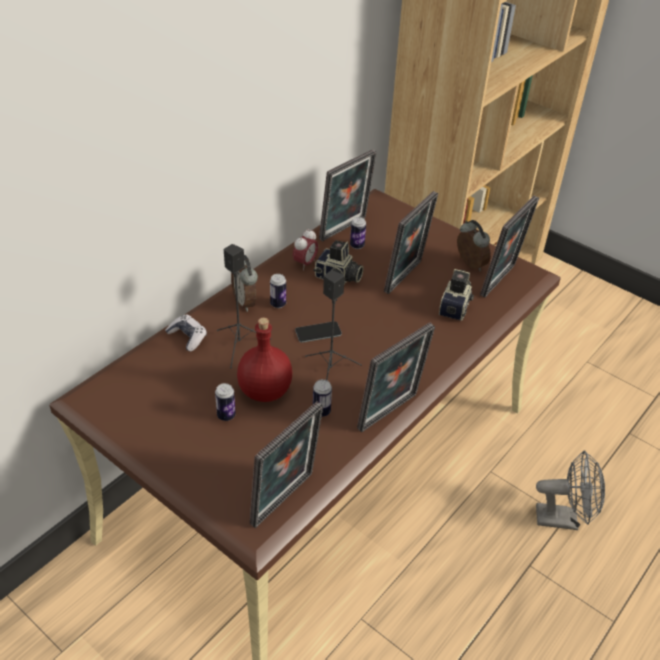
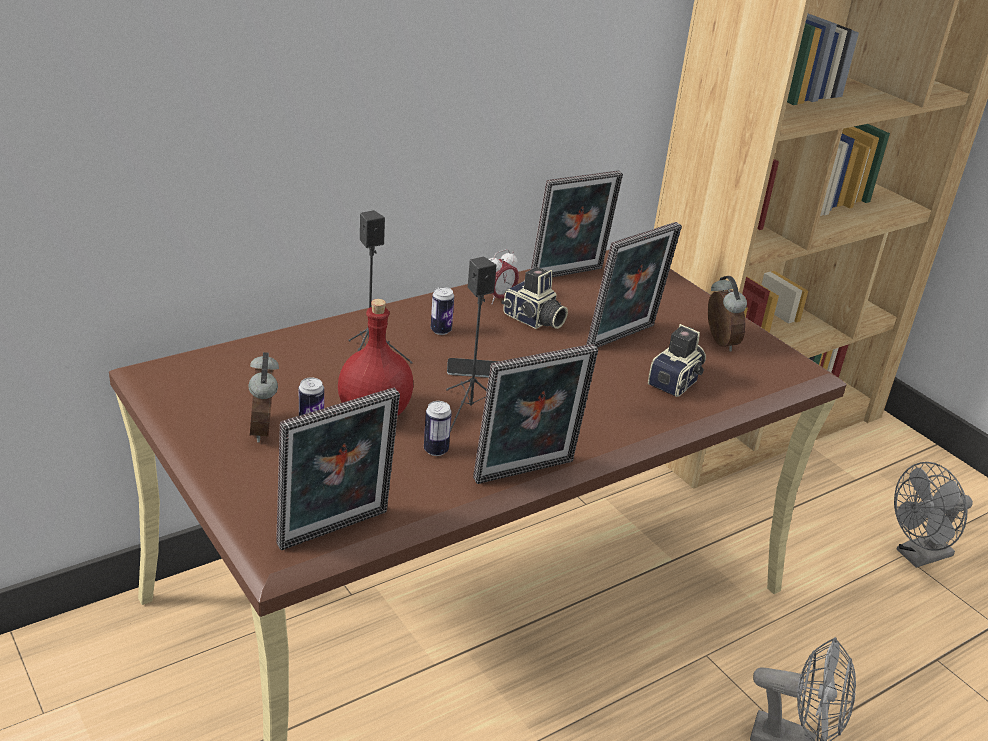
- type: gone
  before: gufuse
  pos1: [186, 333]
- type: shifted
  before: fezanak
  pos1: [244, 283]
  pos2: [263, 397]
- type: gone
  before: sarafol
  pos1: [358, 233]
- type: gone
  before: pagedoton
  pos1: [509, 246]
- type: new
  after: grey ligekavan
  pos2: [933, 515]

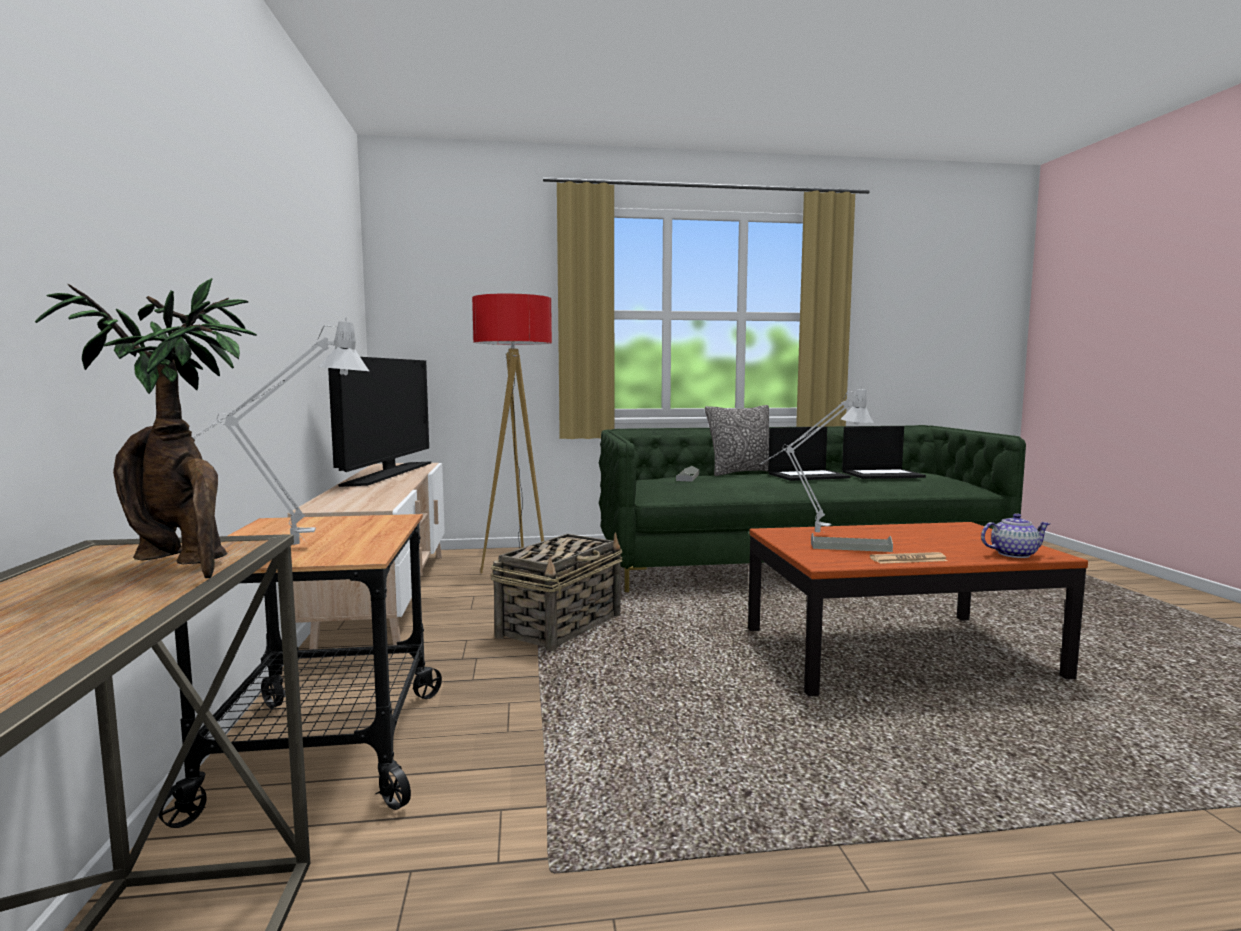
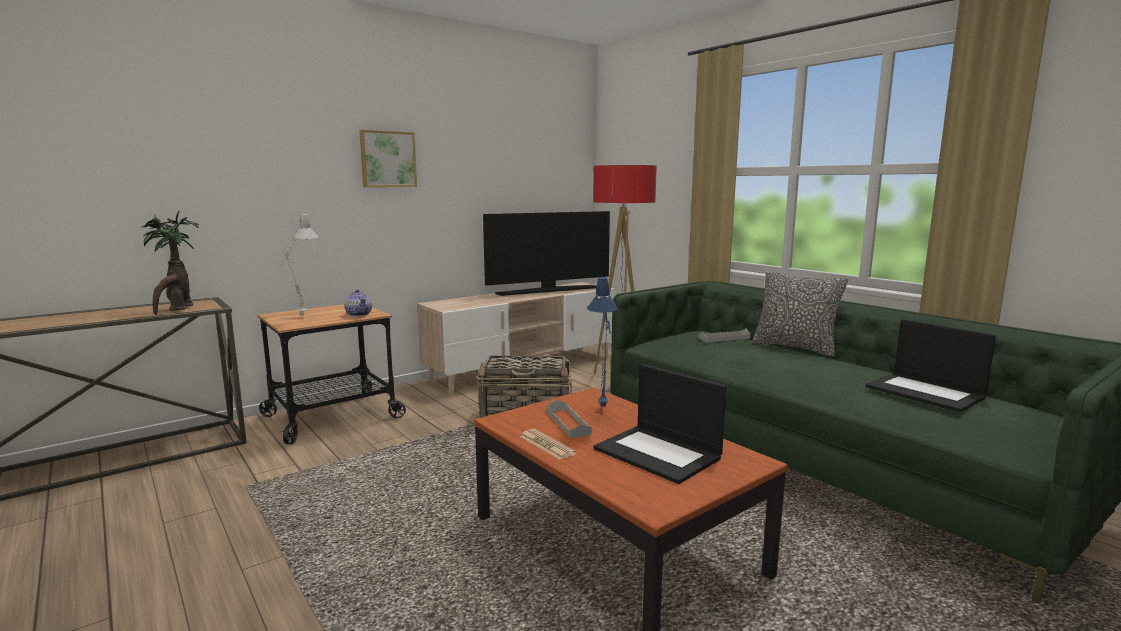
- type: repainted
  before: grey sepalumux
  after: blue sepalumux
  pos1: [817, 459]
  pos2: [602, 341]
- type: shifted
  before: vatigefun
  pos1: [809, 453]
  pos2: [660, 424]
- type: shifted
  before: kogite
  pos1: [1015, 535]
  pos2: [358, 303]
- type: new
  after: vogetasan
  pos2: [388, 158]

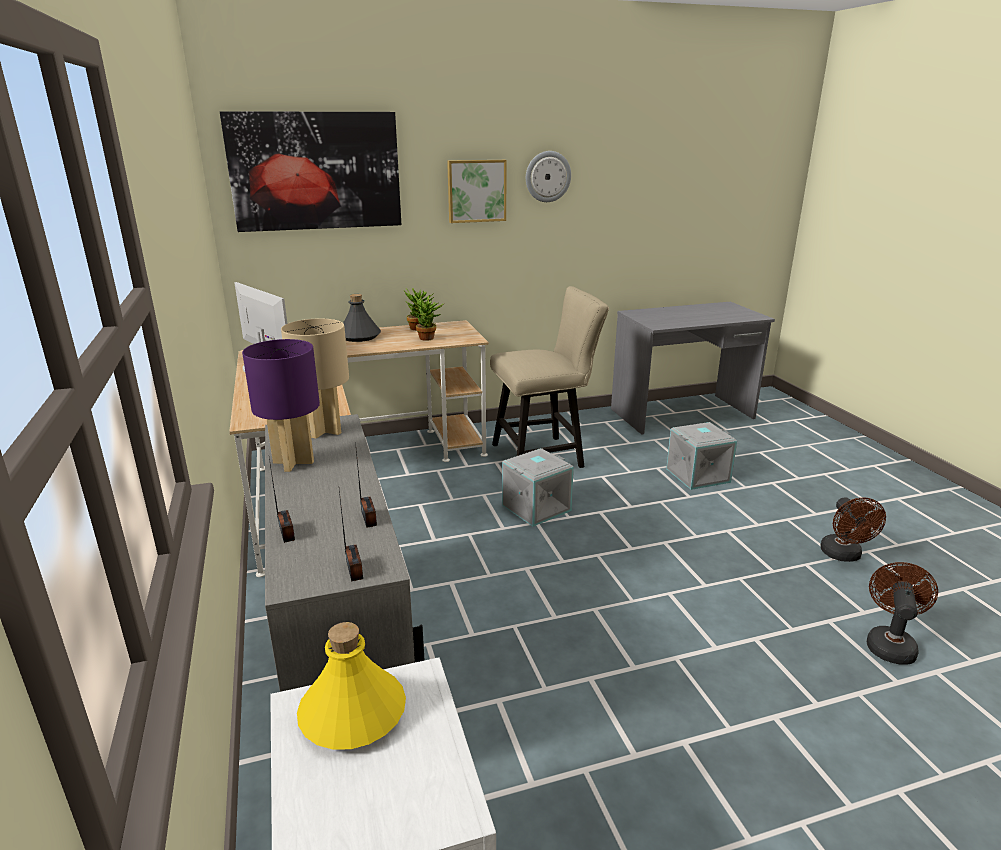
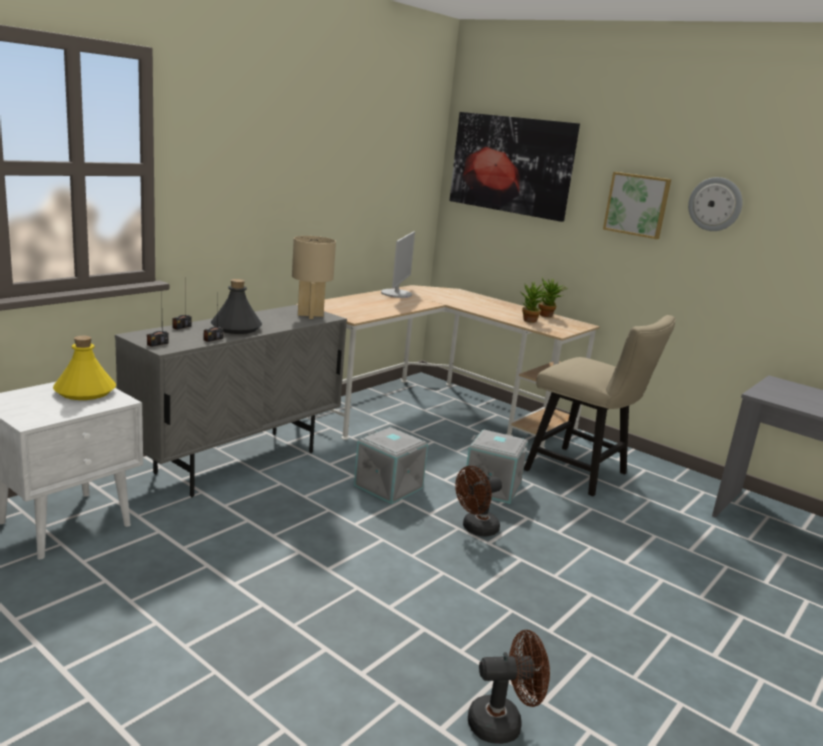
- type: gone
  before: purple sepalumux
  pos1: [281, 405]
- type: shifted
  before: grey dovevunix
  pos1: [362, 318]
  pos2: [236, 306]
- type: shifted
  before: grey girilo
  pos1: [701, 456]
  pos2: [391, 465]
- type: shifted
  before: brown ligekavan
  pos1: [853, 529]
  pos2: [478, 501]

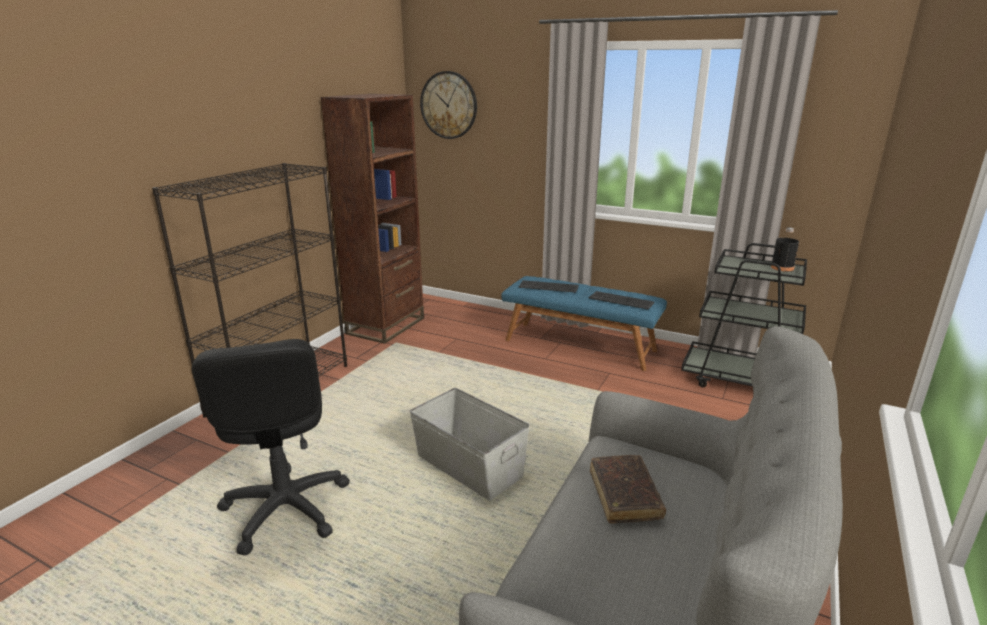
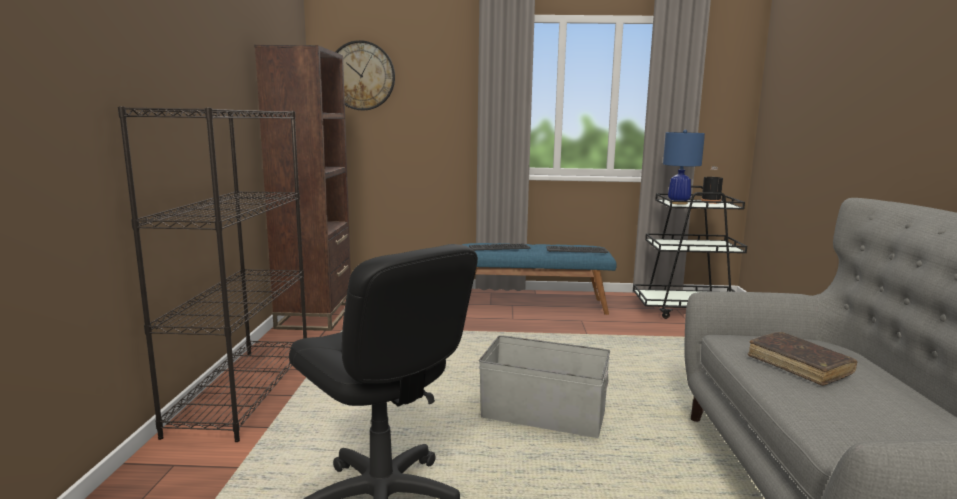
- type: new
  after: blue sepalumux
  pos2: [684, 167]

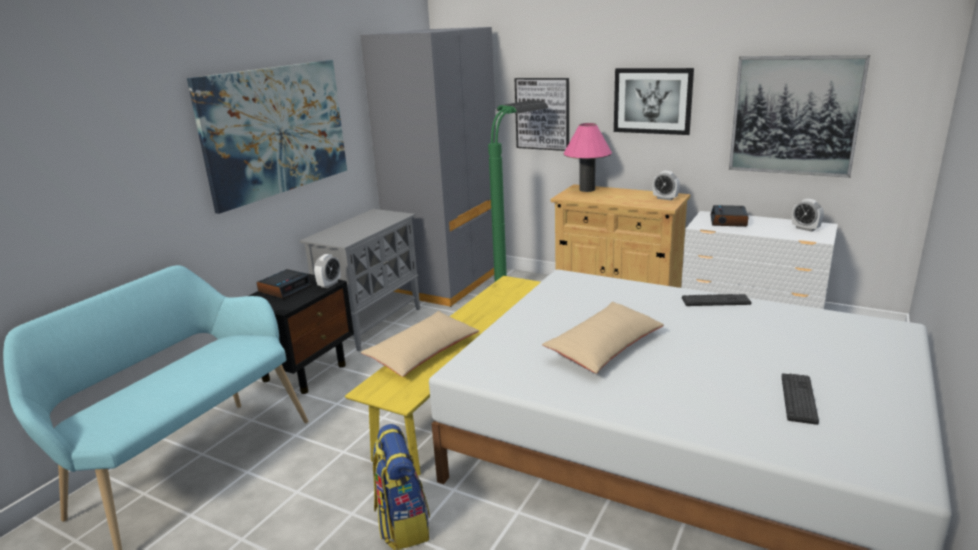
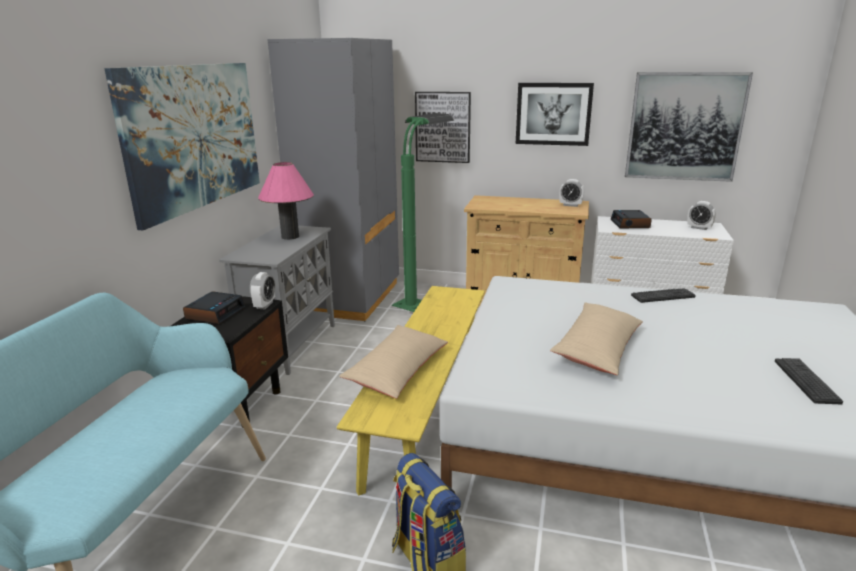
- type: shifted
  before: pink sepalumux
  pos1: [587, 157]
  pos2: [286, 201]

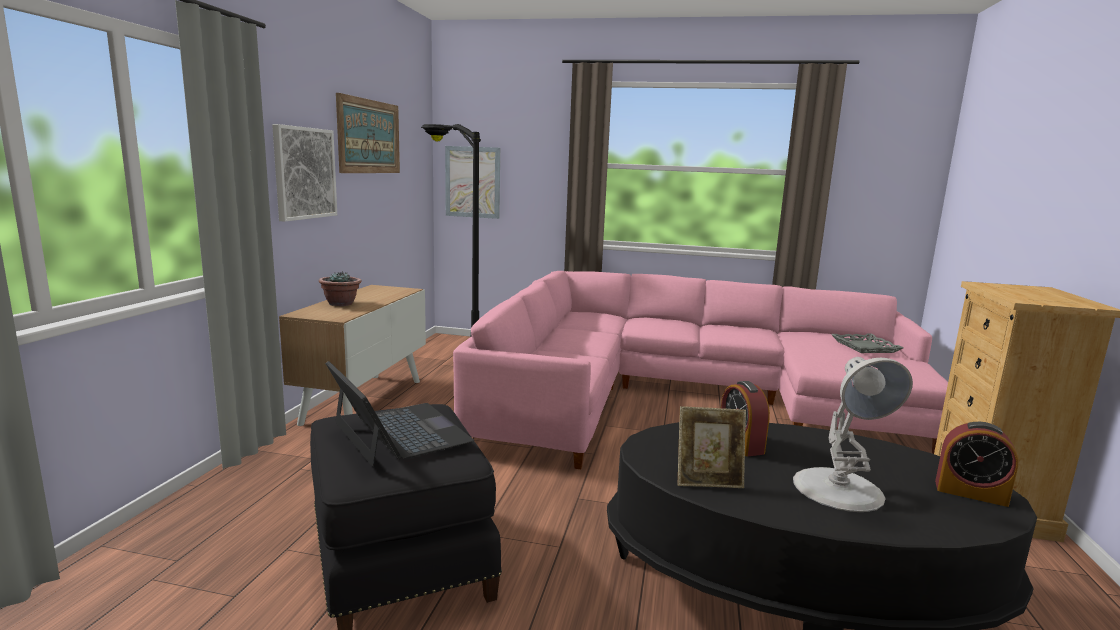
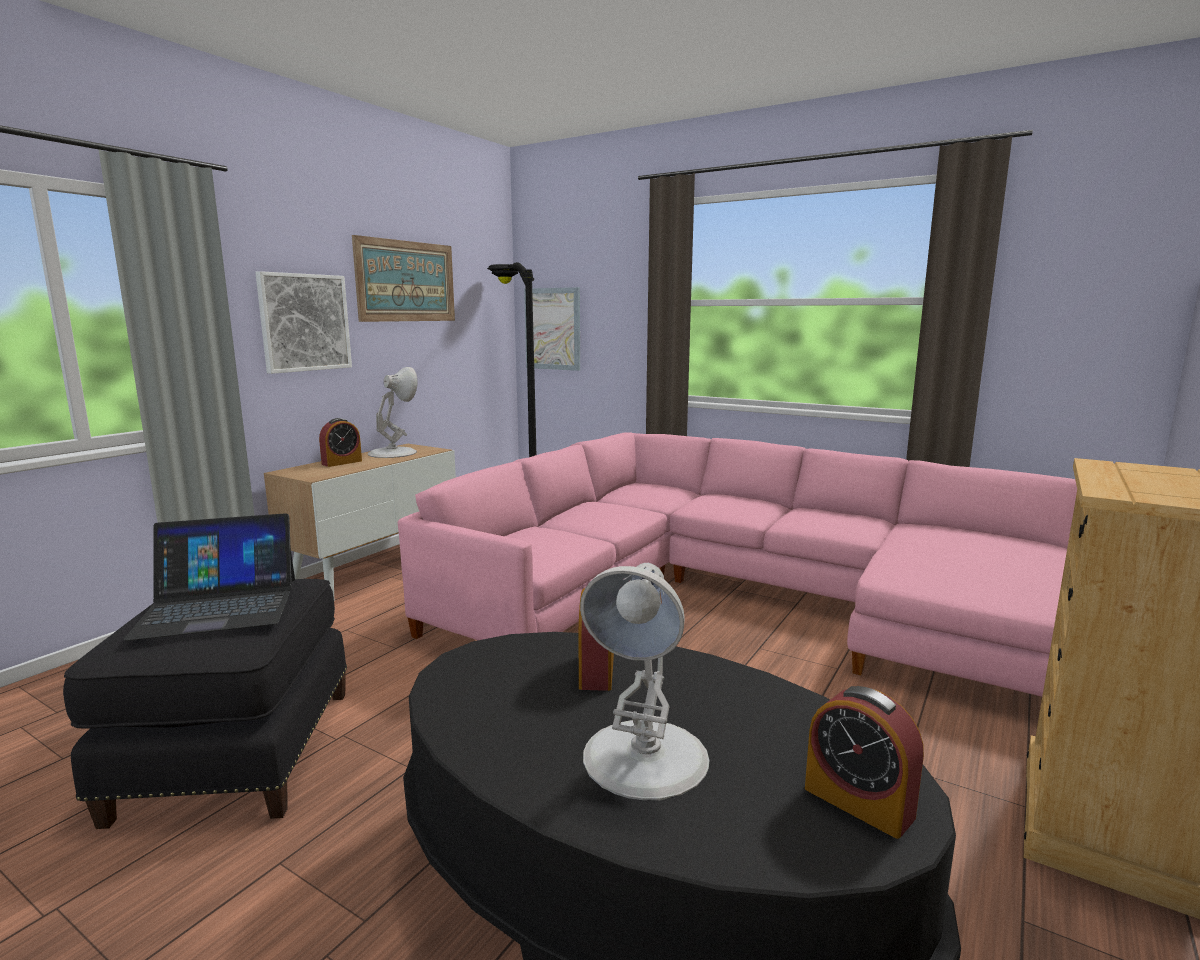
- type: swapped
  before: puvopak
  after: fezanak
  pos1: [340, 288]
  pos2: [340, 442]
- type: rotated
  before: vatigefun
  pos1: [399, 414]
  pos2: [209, 577]
  turn: 90
- type: gone
  before: pagedoton
  pos1: [712, 447]
- type: gone
  before: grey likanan
  pos1: [867, 343]
- type: new
  after: white sepalumux
  pos2: [393, 412]

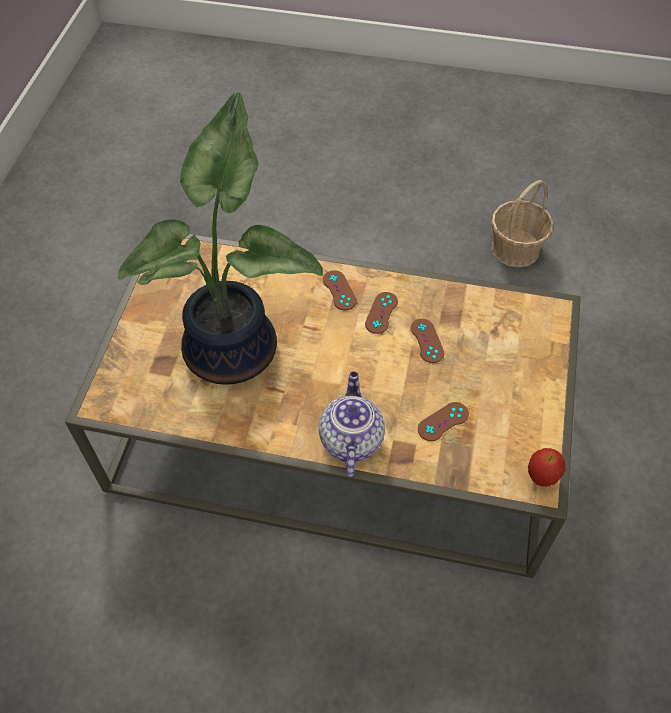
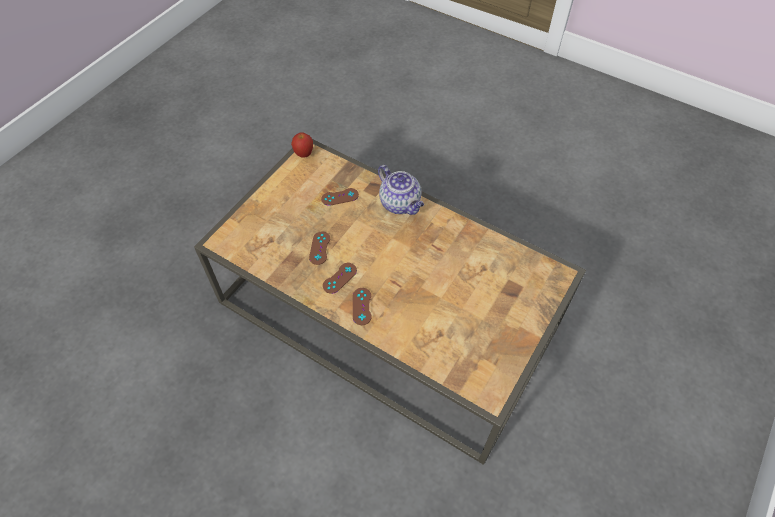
- type: gone
  before: puvopak
  pos1: [220, 238]
- type: rotated
  before: kogite
  pos1: [352, 424]
  pos2: [401, 190]
  turn: -60
- type: gone
  before: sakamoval
  pos1: [522, 224]

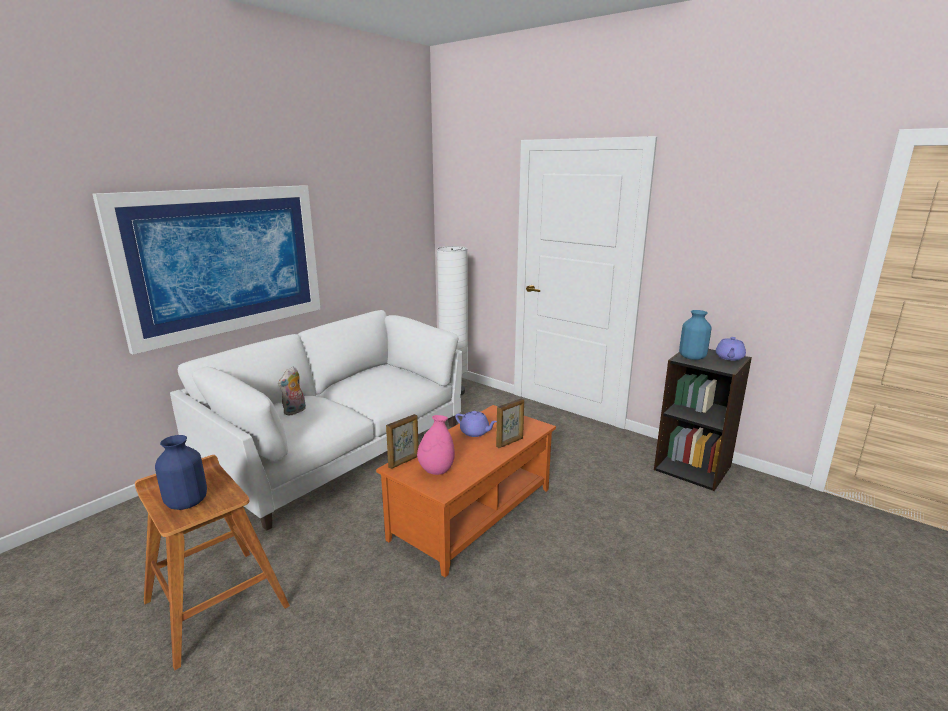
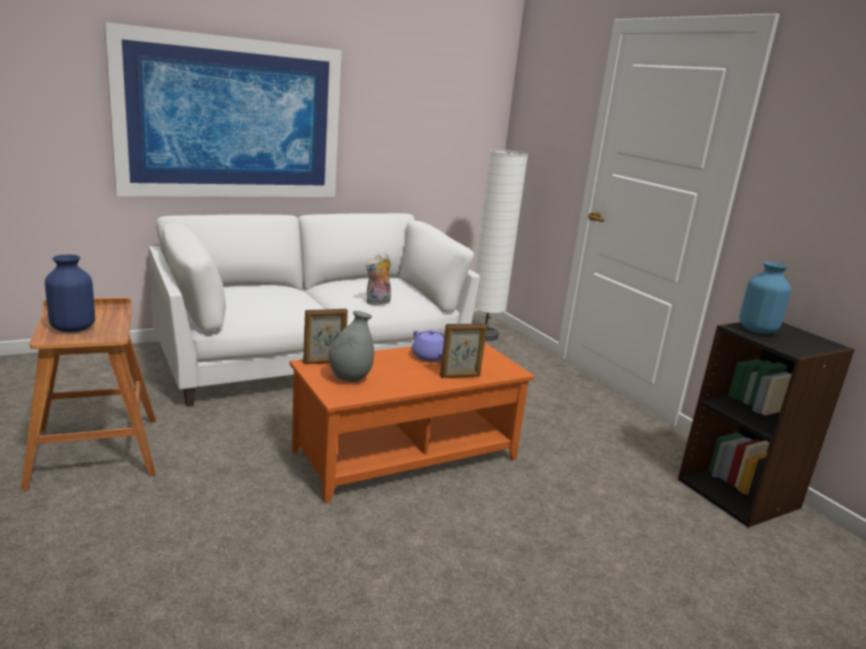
- type: shifted
  before: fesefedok
  pos1: [292, 391]
  pos2: [378, 278]
- type: repainted
  before: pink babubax
  after: grey babubax
  pos1: [436, 445]
  pos2: [351, 346]
- type: gone
  before: purple kogite
  pos1: [731, 349]

